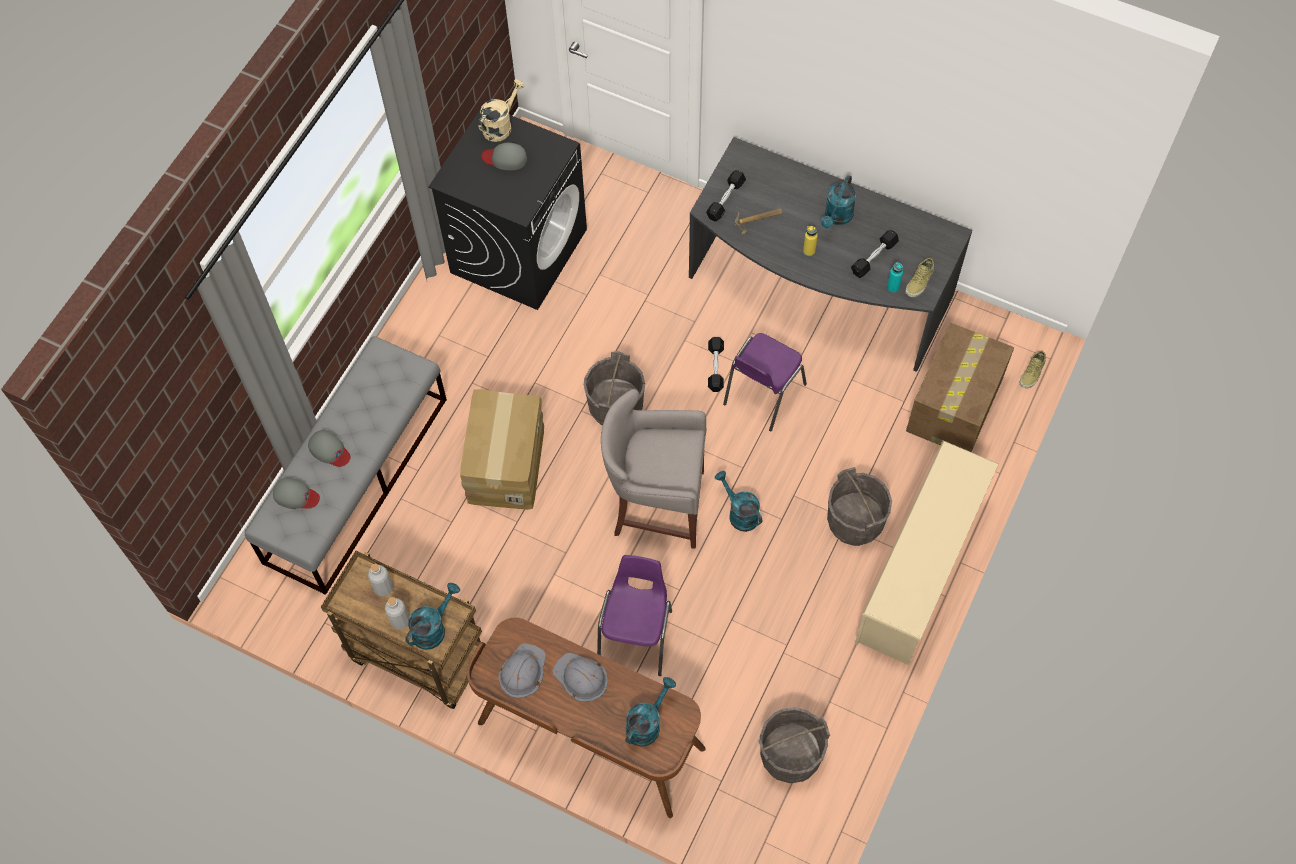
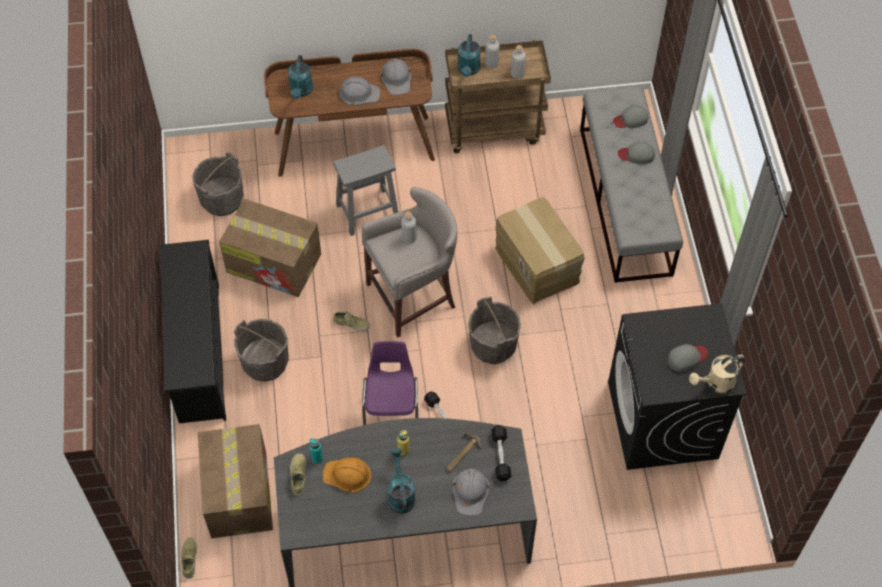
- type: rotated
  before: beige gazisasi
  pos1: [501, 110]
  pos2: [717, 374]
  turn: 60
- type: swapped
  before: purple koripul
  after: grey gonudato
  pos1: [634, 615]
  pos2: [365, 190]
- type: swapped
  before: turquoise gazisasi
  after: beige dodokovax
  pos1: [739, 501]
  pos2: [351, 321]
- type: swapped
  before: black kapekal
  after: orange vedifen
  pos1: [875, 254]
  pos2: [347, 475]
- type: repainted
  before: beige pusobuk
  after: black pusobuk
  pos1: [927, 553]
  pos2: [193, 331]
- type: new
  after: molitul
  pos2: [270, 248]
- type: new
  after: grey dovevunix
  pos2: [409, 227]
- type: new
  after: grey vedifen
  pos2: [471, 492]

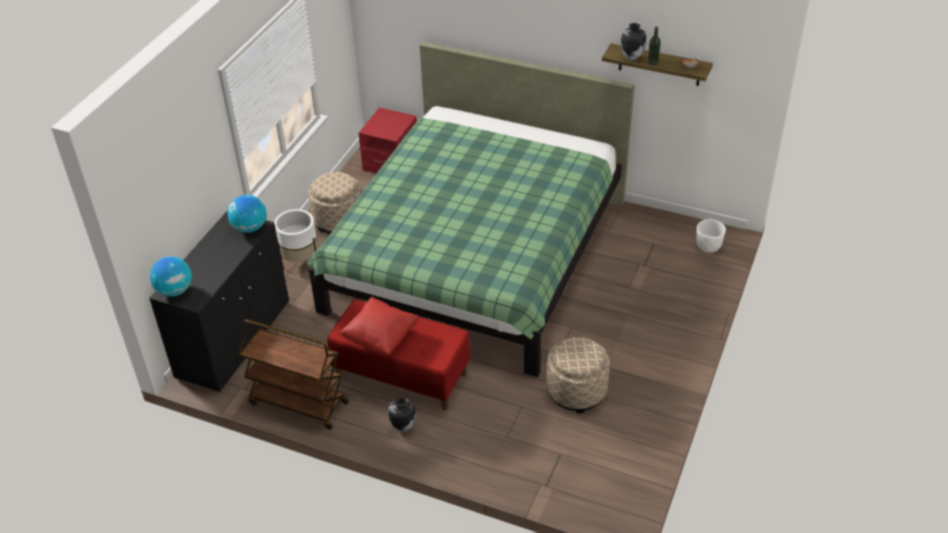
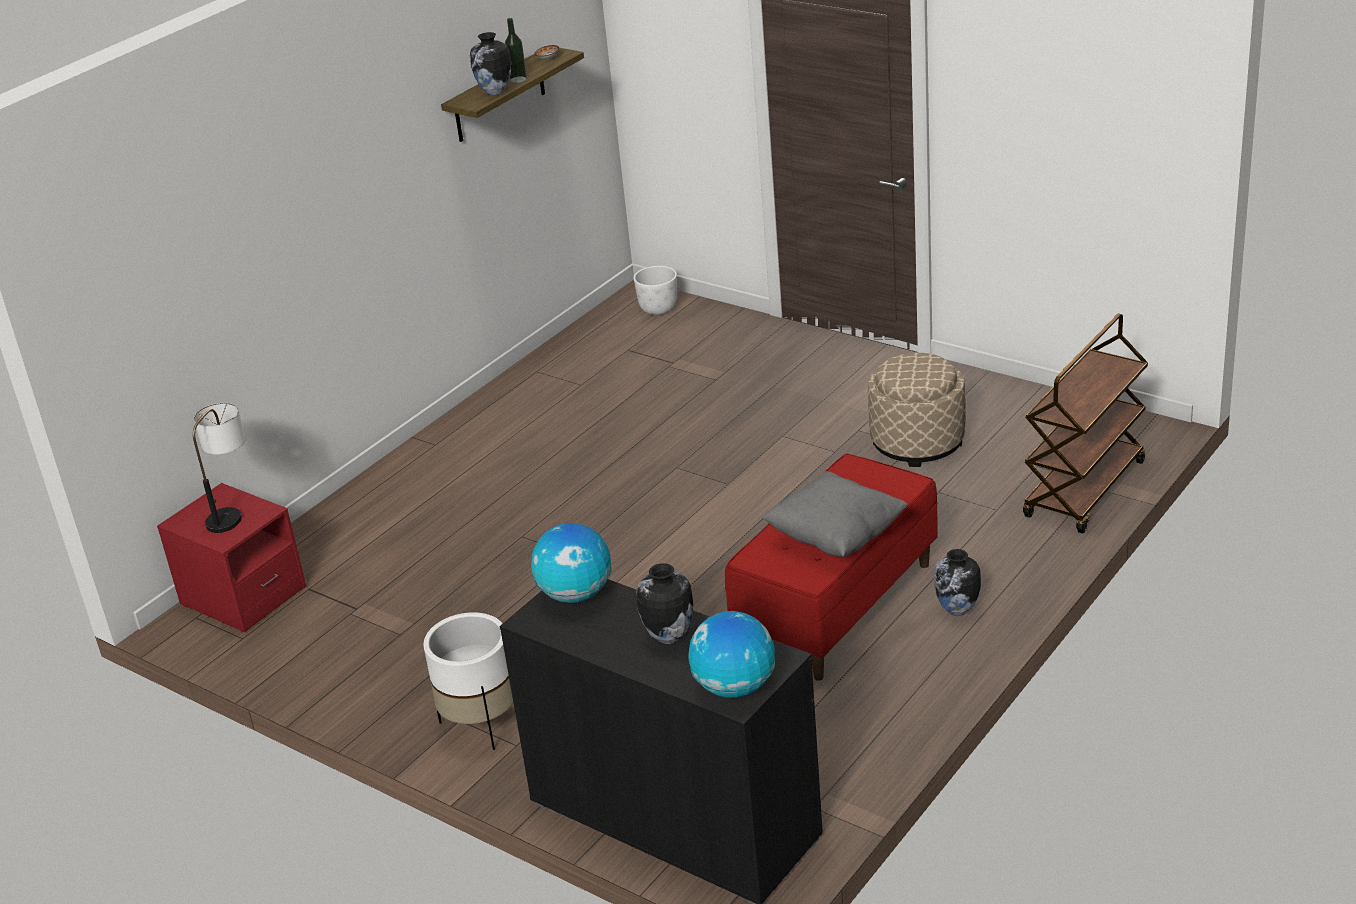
- type: shifted
  before: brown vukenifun
  pos1: [294, 374]
  pos2: [1085, 424]
- type: gone
  before: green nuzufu
  pos1: [470, 209]
- type: gone
  before: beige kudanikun
  pos1: [335, 202]
- type: repainted
  before: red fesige
  after: grey fesige
  pos1: [379, 326]
  pos2: [835, 514]
- type: new
  after: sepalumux
  pos2: [219, 468]
- type: new
  after: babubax
  pos2: [664, 603]

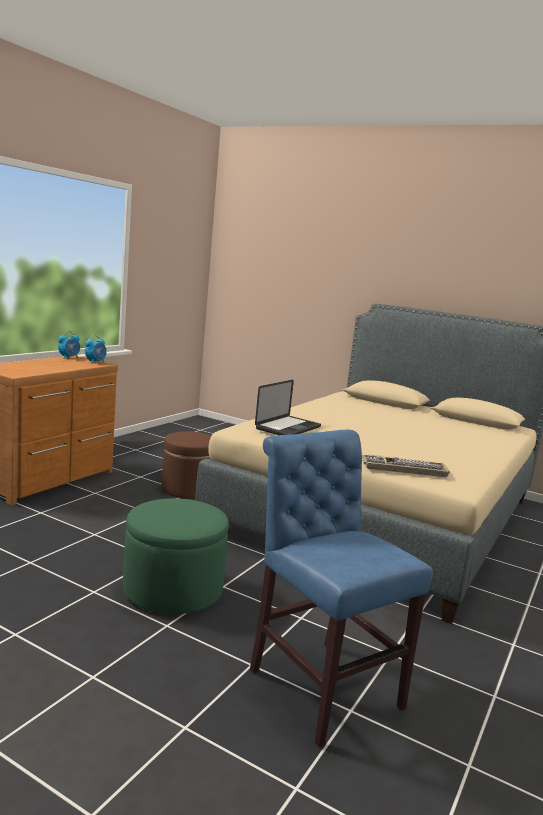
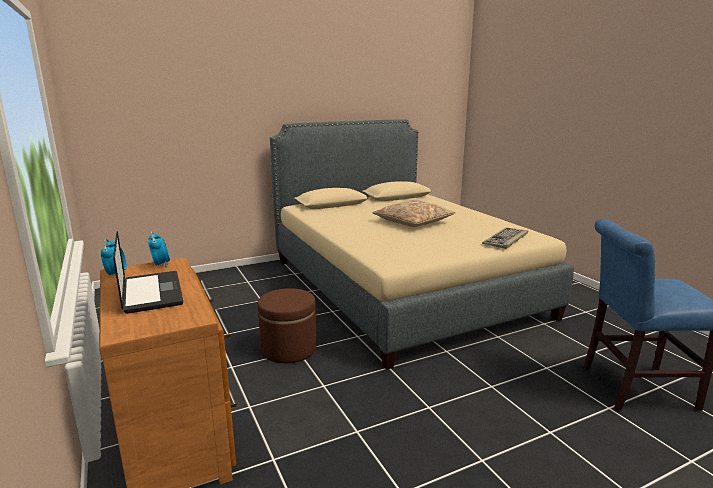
- type: gone
  before: green kudanikun
  pos1: [176, 556]
- type: shifted
  before: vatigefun
  pos1: [288, 407]
  pos2: [148, 272]
- type: new
  after: beige fesige
  pos2: [414, 213]

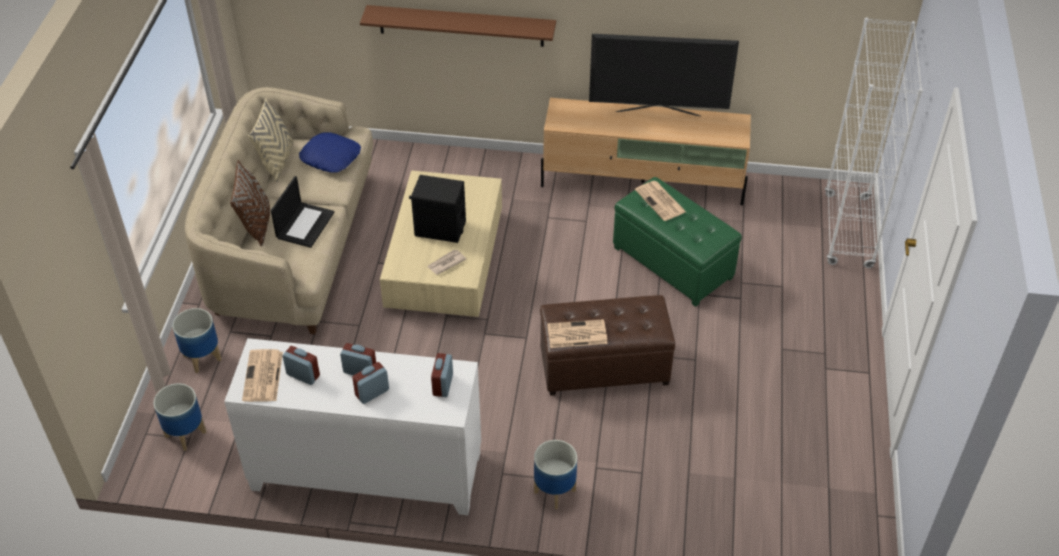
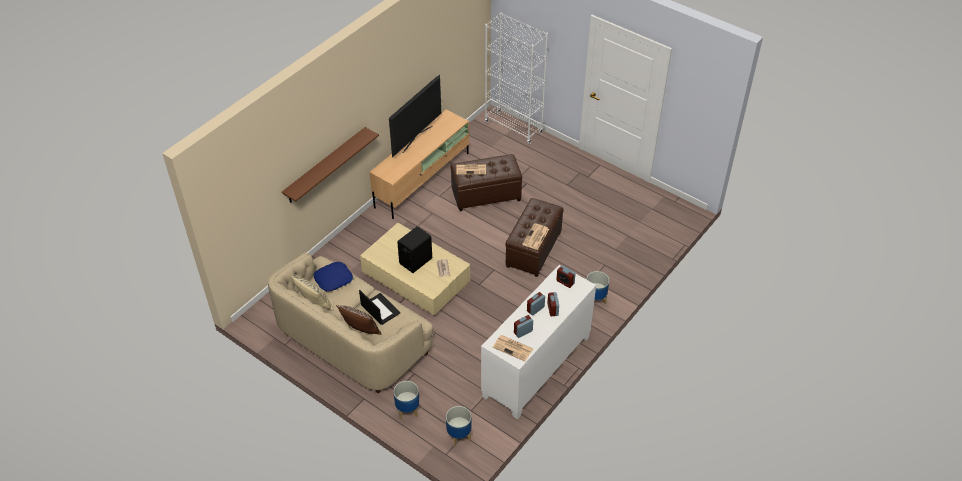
- type: repainted
  before: green kudanikun
  after: brown kudanikun
  pos1: [677, 242]
  pos2: [486, 182]

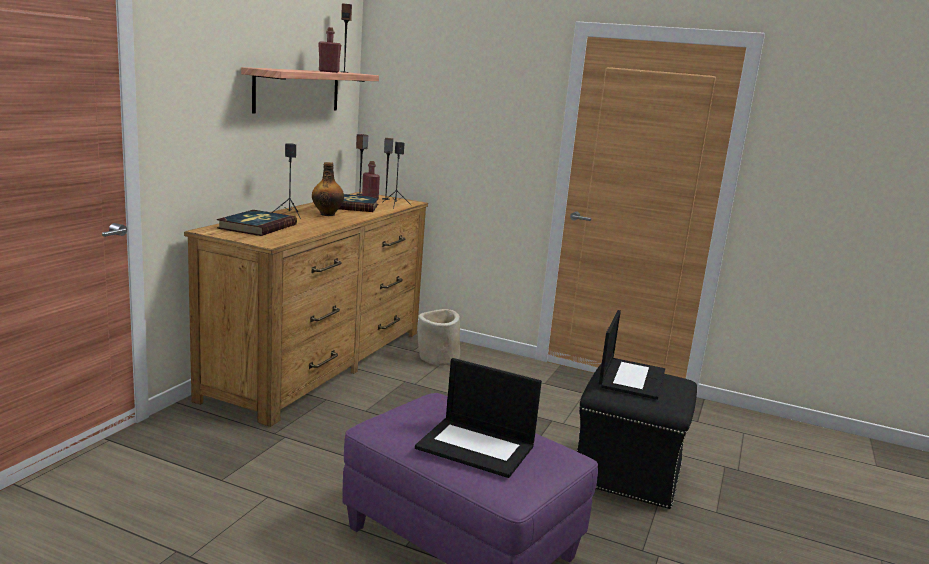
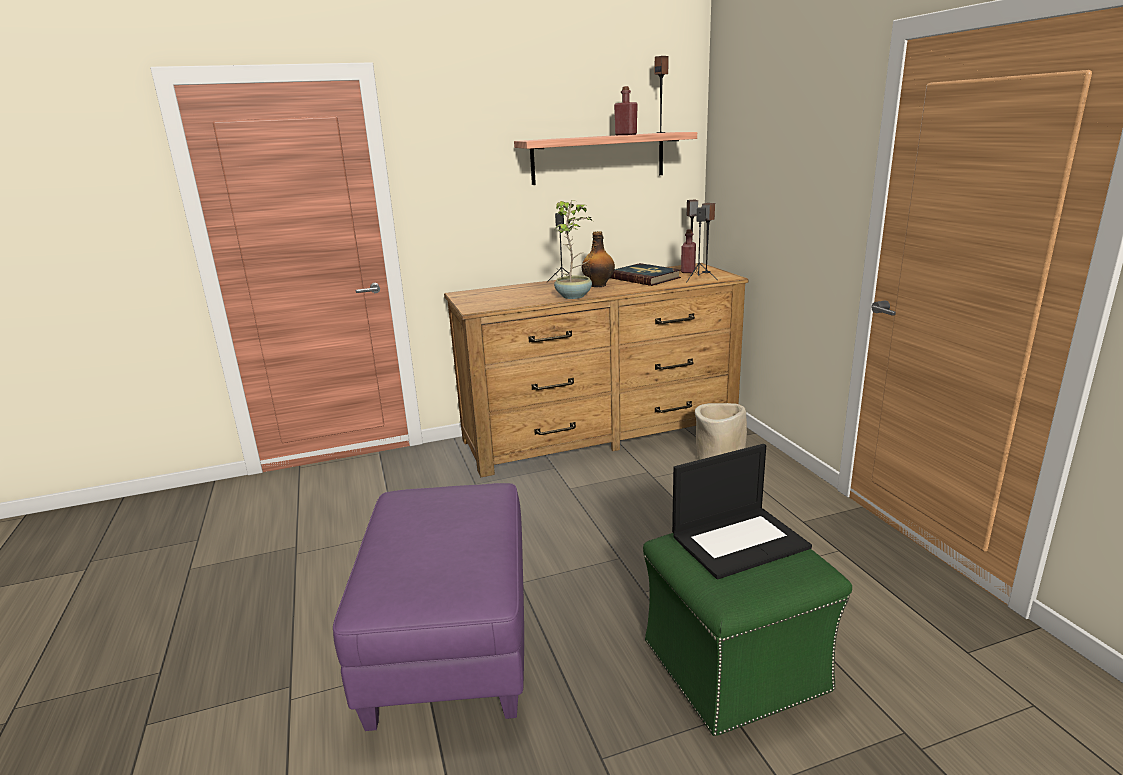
- type: gone
  before: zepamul
  pos1: [257, 223]
- type: gone
  before: vatigefun
  pos1: [478, 418]
- type: repainted
  before: black kudanikun
  after: green kudanikun
  pos1: [637, 436]
  pos2: [747, 634]
- type: new
  after: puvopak
  pos2: [573, 249]

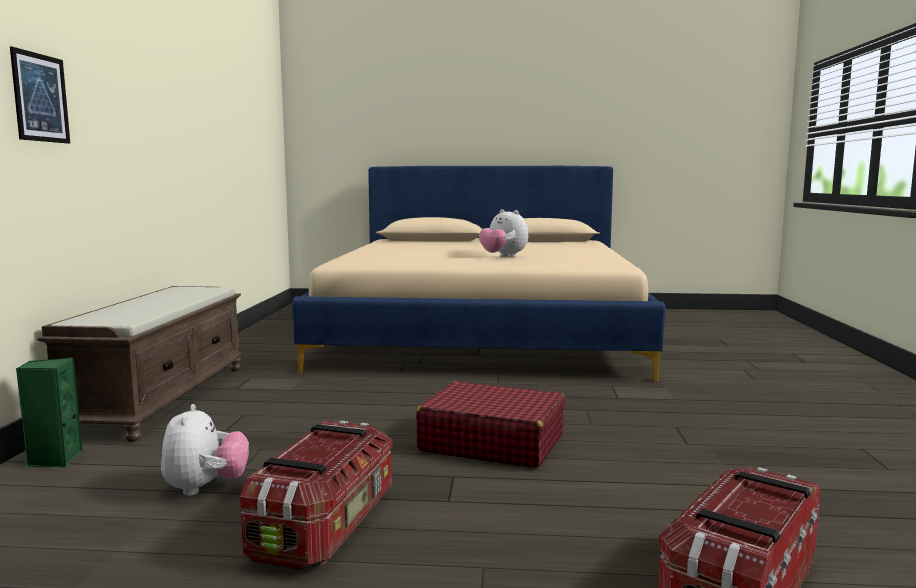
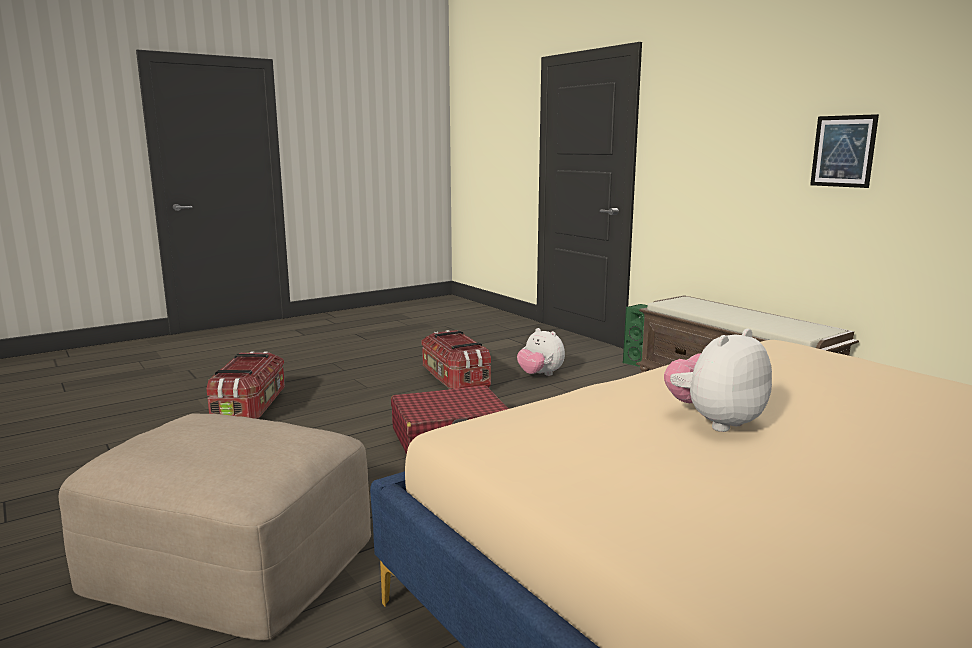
- type: shifted
  before: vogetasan
  pos1: [40, 95]
  pos2: [844, 151]
- type: rotated
  before: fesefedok
  pos1: [503, 233]
  pos2: [718, 380]
  turn: -45
- type: new
  after: beige kudanikun
  pos2: [214, 526]

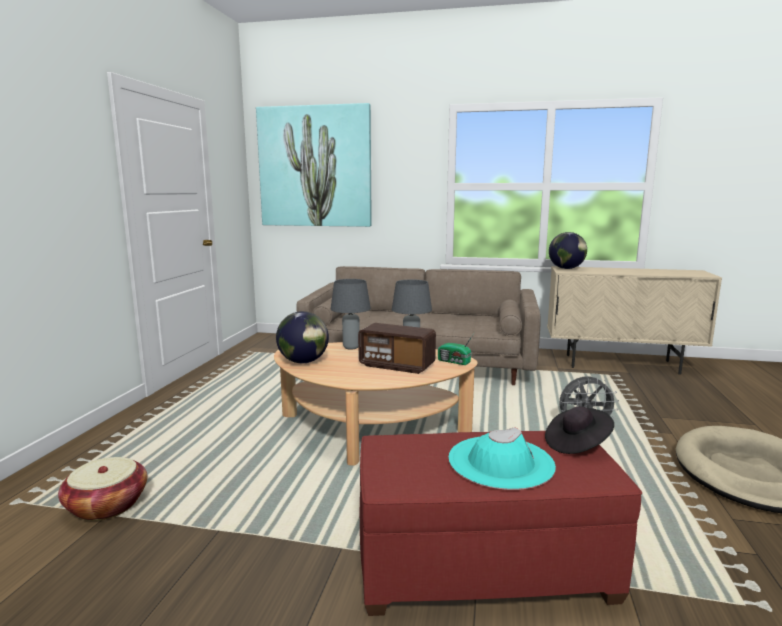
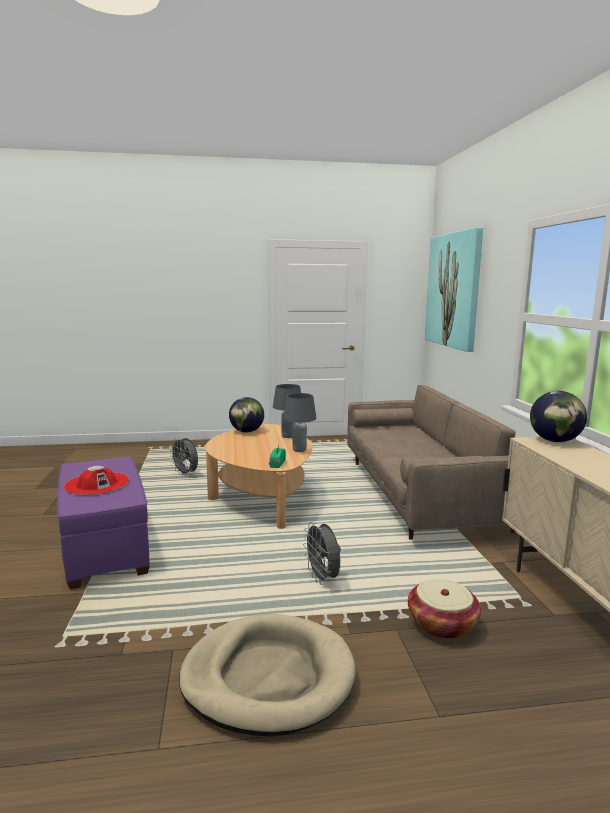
- type: shifted
  before: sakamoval
  pos1: [102, 489]
  pos2: [444, 609]
- type: gone
  before: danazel
  pos1: [397, 348]
- type: repainted
  before: red kudanikun
  after: purple kudanikun
  pos1: [501, 523]
  pos2: [103, 522]
- type: repainted
  before: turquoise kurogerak
  after: red kurogerak
  pos1: [502, 458]
  pos2: [96, 480]
- type: gone
  before: black kurogerak
  pos1: [579, 430]
- type: new
  after: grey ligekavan
  pos2: [184, 456]

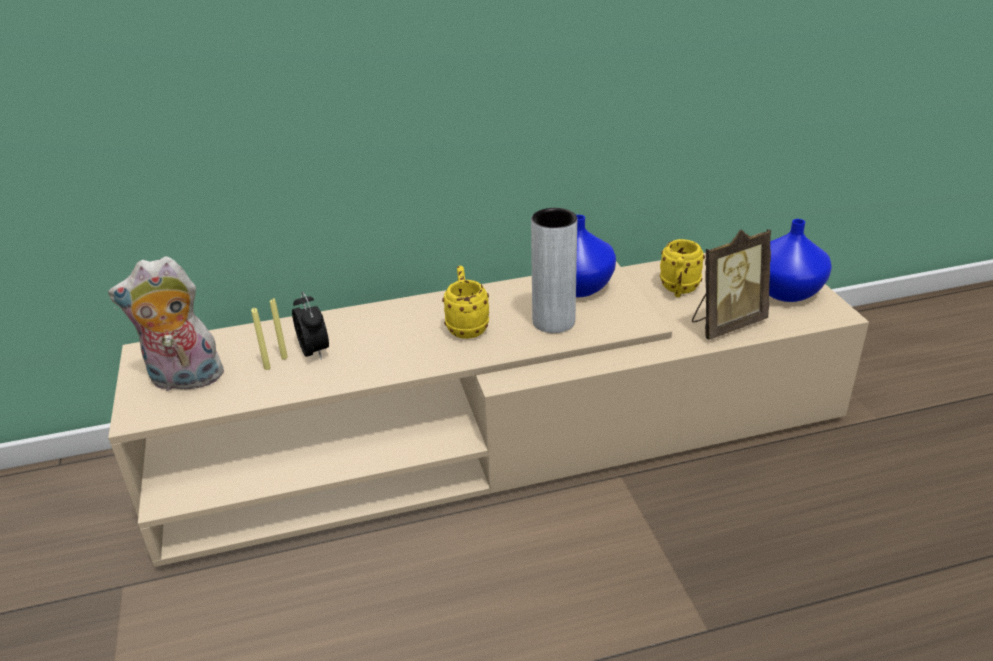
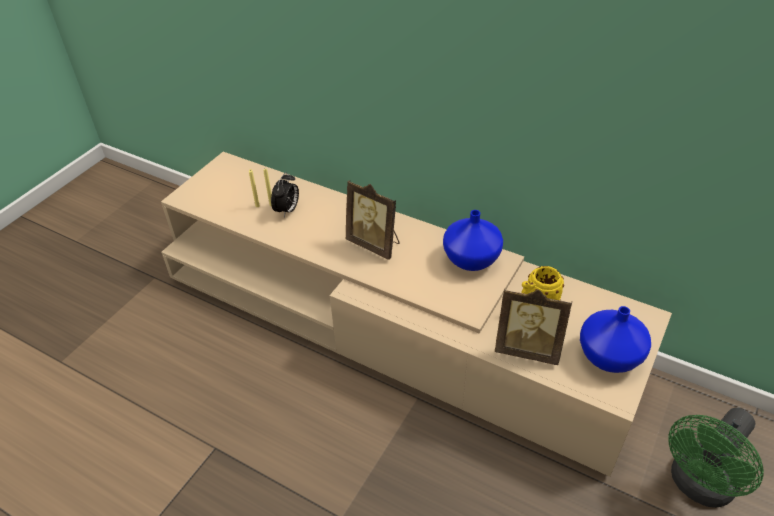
- type: gone
  before: fesefedok
  pos1: [167, 323]
- type: swapped
  before: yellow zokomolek
  after: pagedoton
  pos1: [465, 302]
  pos2: [372, 220]
- type: gone
  before: grey babubax
  pos1: [554, 270]
- type: new
  after: green ligekavan
  pos2: [716, 458]

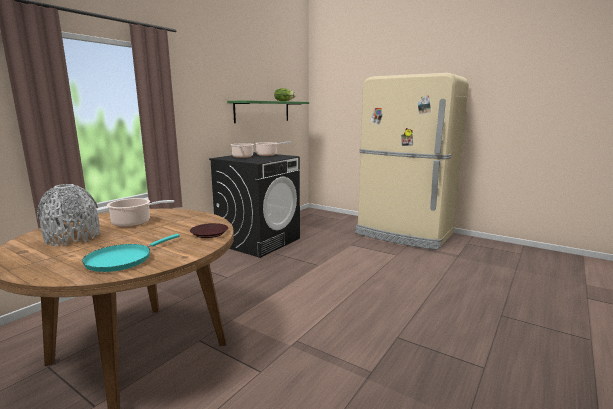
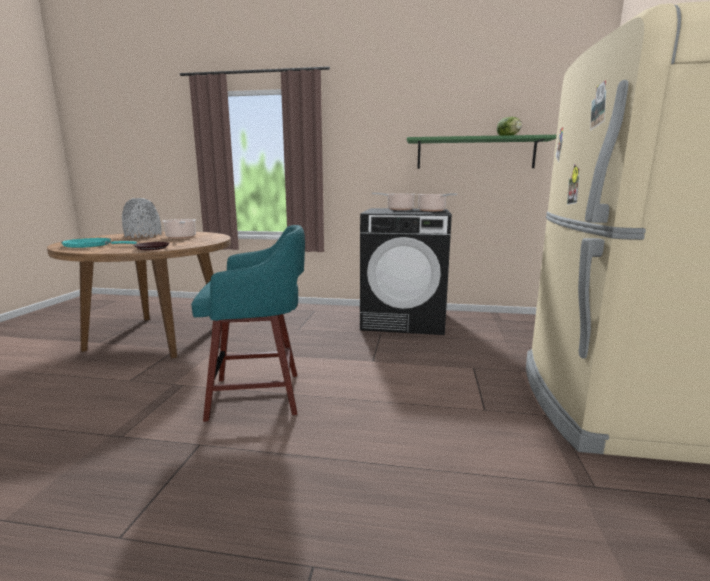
- type: new
  after: turquoise gonudato
  pos2: [248, 323]

